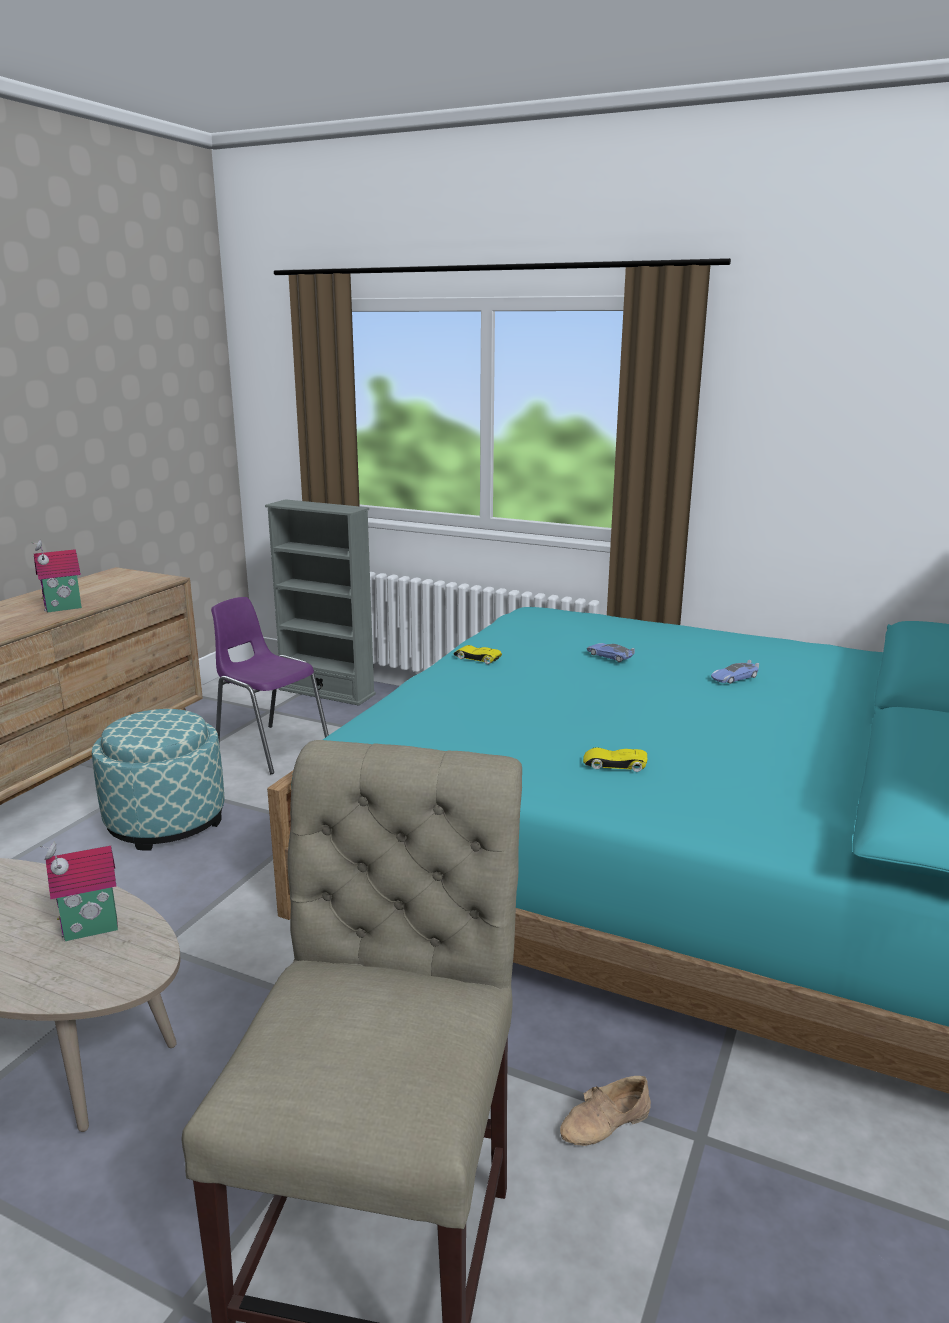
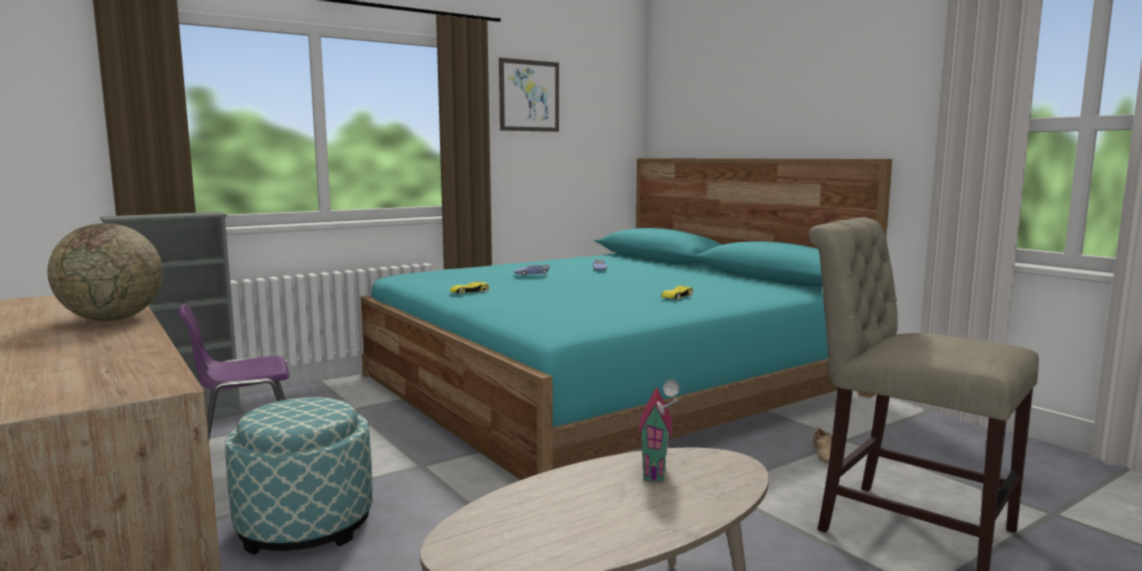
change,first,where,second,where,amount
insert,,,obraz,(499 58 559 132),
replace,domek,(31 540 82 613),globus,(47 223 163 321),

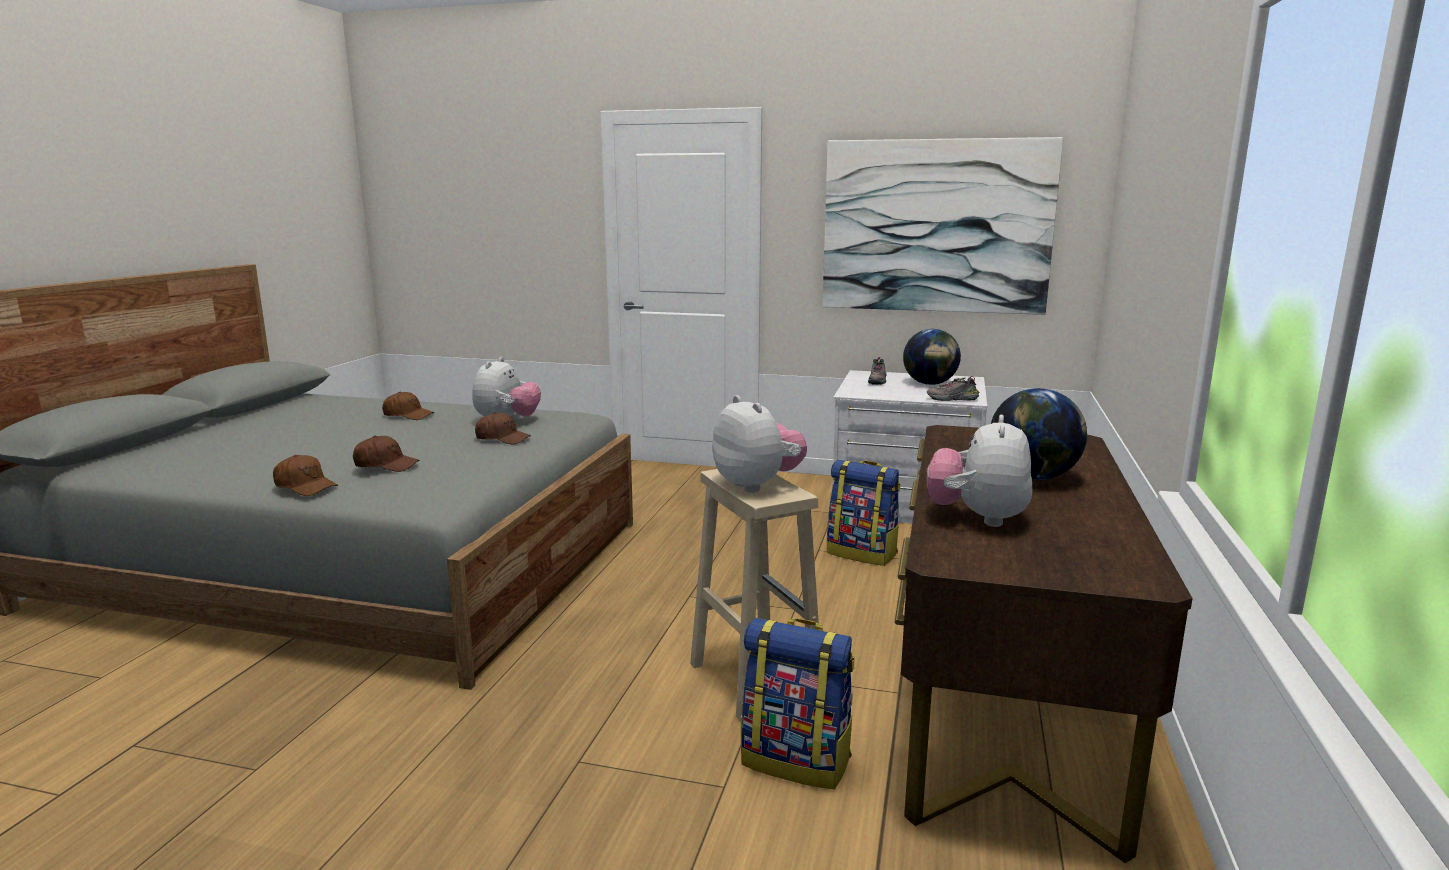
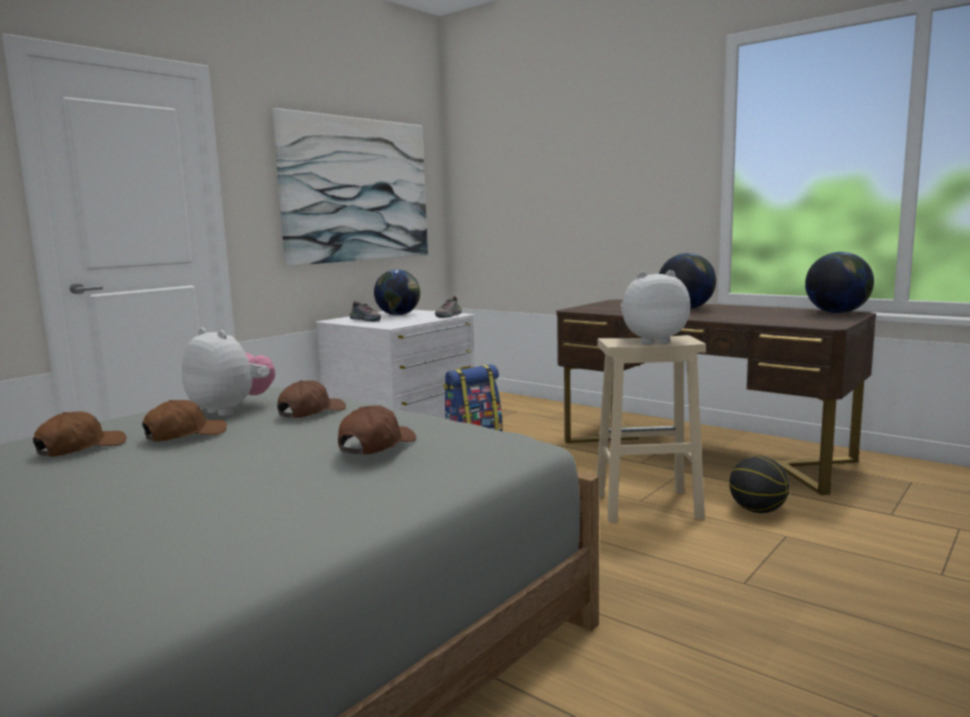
change,first,where,second,where,amount
delete,pluszak,(927 415 1032 527),,,
insert,,,globus,(805 252 874 313),
move,czapka z daszkiem/brązowy,(273 455 338 496),,(142 400 227 441),
replace,plecak,(741 618 854 789),piłka do koszykówki,(729 456 790 513),

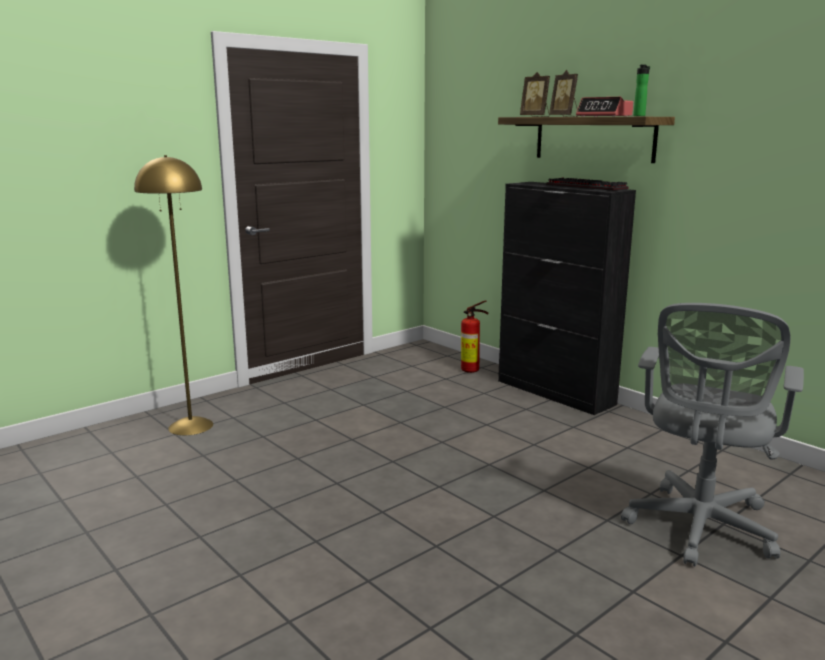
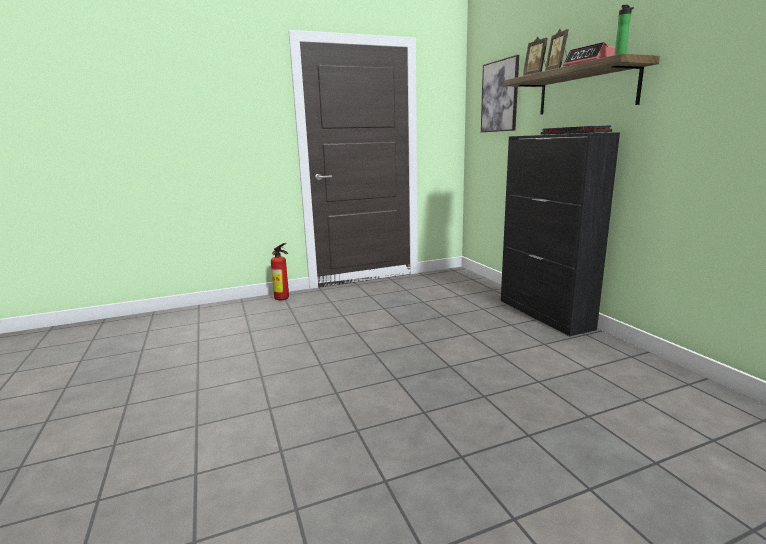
change,first,where,second,where,amount
delete,lampa stojąca/żółty,(134 155 213 435),,,
delete,krzesło biurowe/szary,(621 303 804 566),,,
insert,,,obraz,(481 55 519 132),
move,gaśnica,(461 300 489 373),,(271 243 289 300),

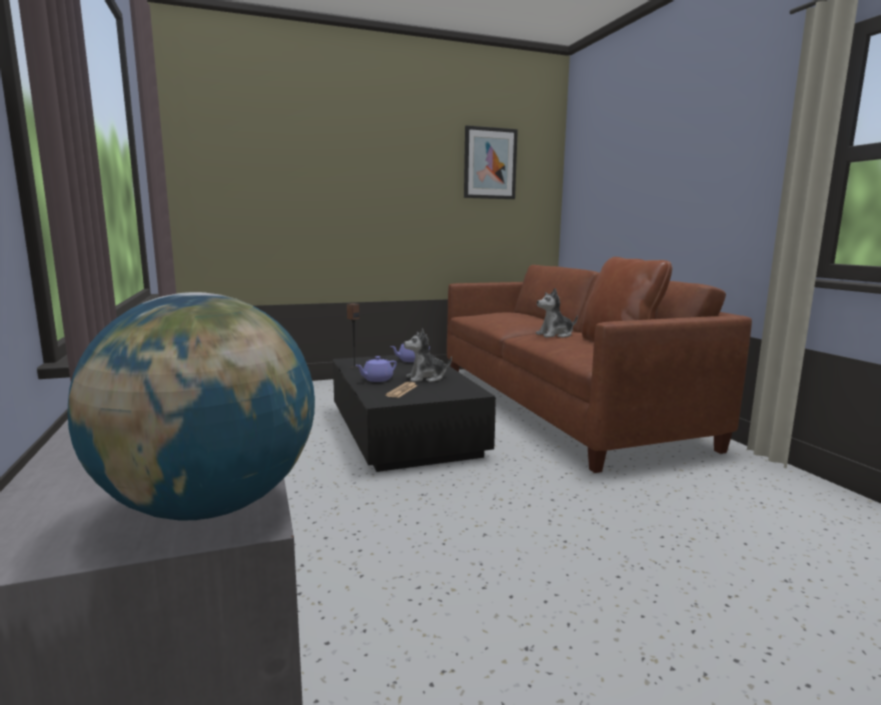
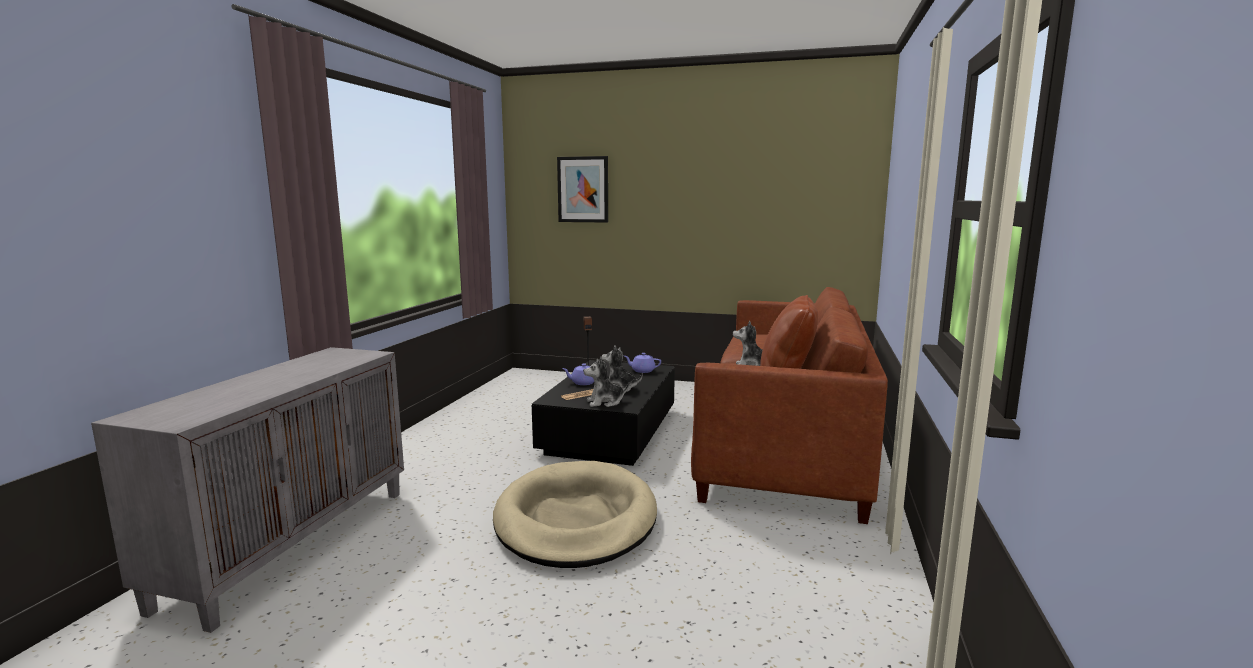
change,first,where,second,where,amount
delete,globus,(68 292 315 521),,,
insert,,,legowisko/beżowy,(493 461 657 568),
insert,,,pluszak,(583 357 629 407),
move,obraz,(464 125 518 199),,(557 156 608 223),

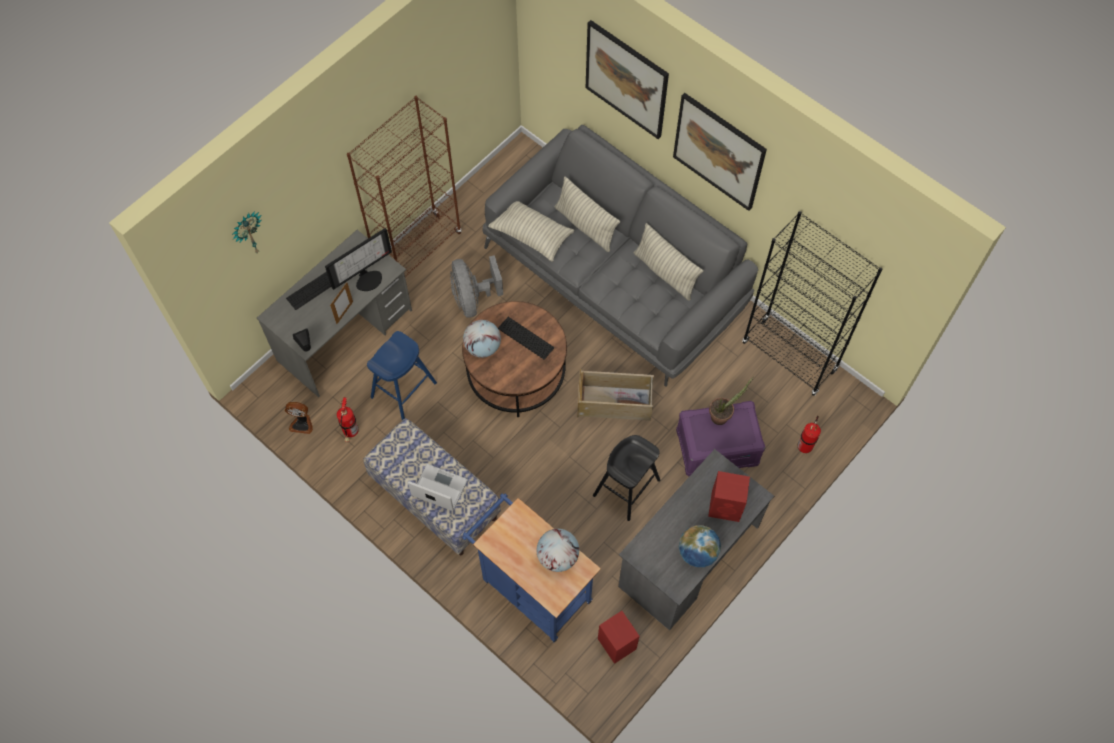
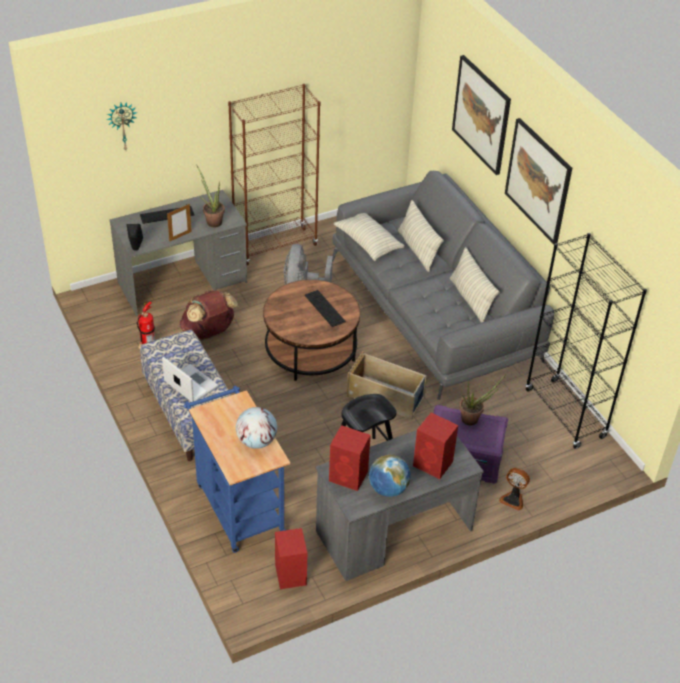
change,first,where,second,where,amount
delete,globus,(463 320 501 358),,,
delete,gaśnica,(798 416 821 453),,,
insert,,,głośnik/czerwony,(329 425 371 491),
move,wentylator,(285 402 313 434),,(499 468 530 511),
replace,monitor,(325 228 392 291),roślina doniczkowa,(196 165 225 227),
replace,stołek/niebieski,(367 331 437 420),plecak/brązowy,(180 290 238 340),

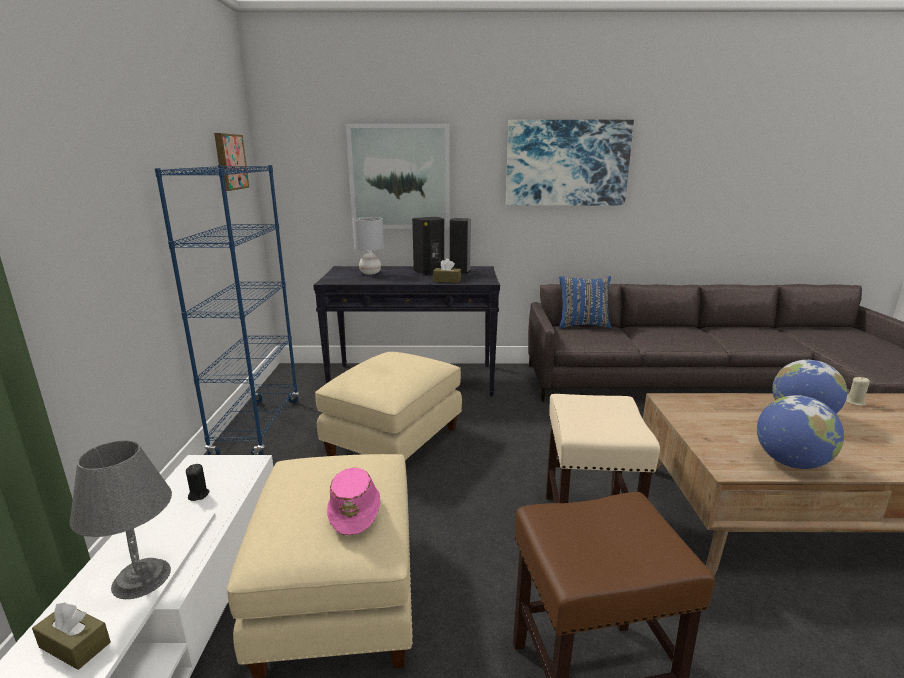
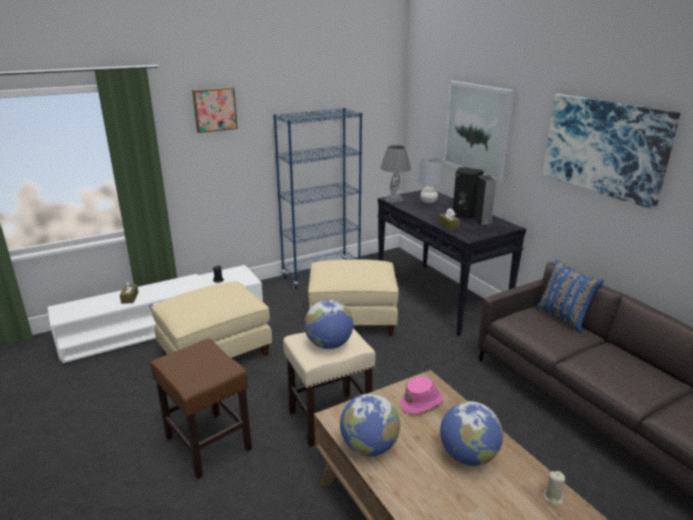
change,first,where,second,where,amount
insert,,,globus,(304 300 353 349),
move,lampa stołowa/szary,(70 440 172 599),,(380 145 411 202),
move,obraz,(214 133 249 191),,(192 87 238 133),
move,kapelusz/różowy,(327 468 380 535),,(400 377 444 414),

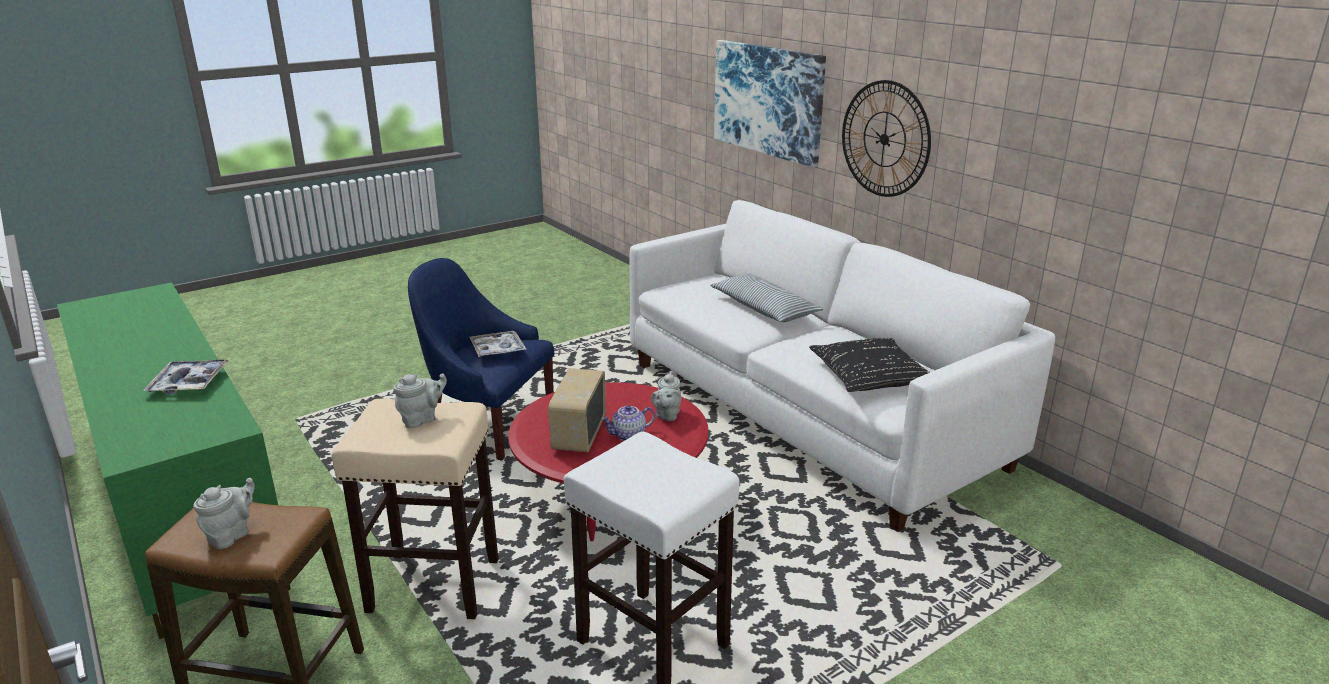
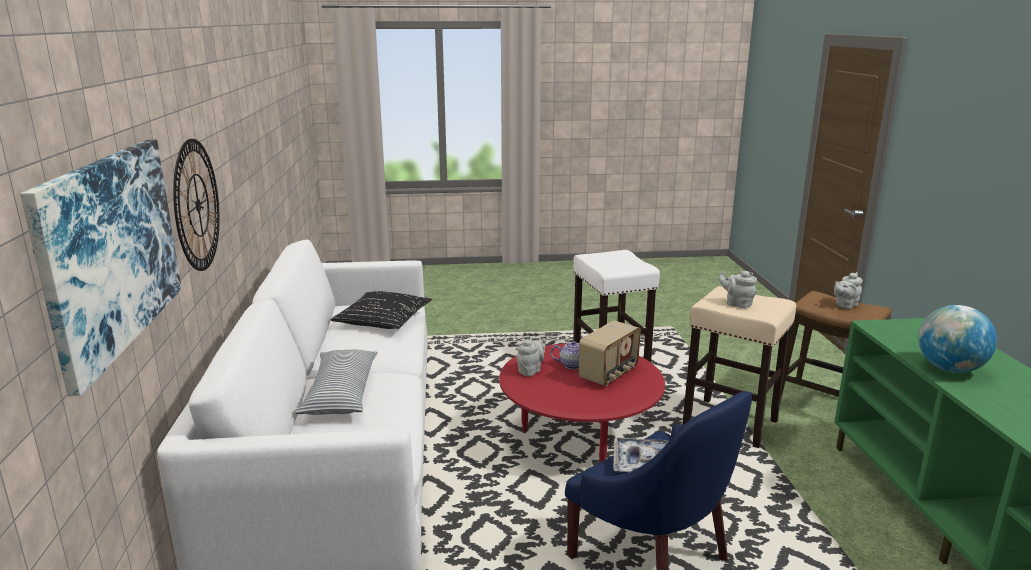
change,first,where,second,where,amount
replace,taca,(143 359 230 394),globus,(918 305 997 373),
rotate,imbryk/szary,(393 374 447 428),,(718 271 757 308),45 degrees clockwise

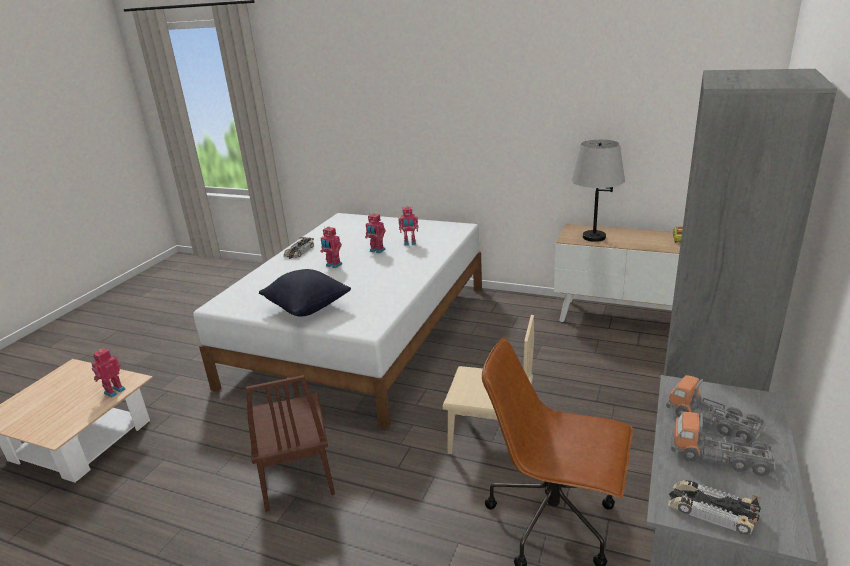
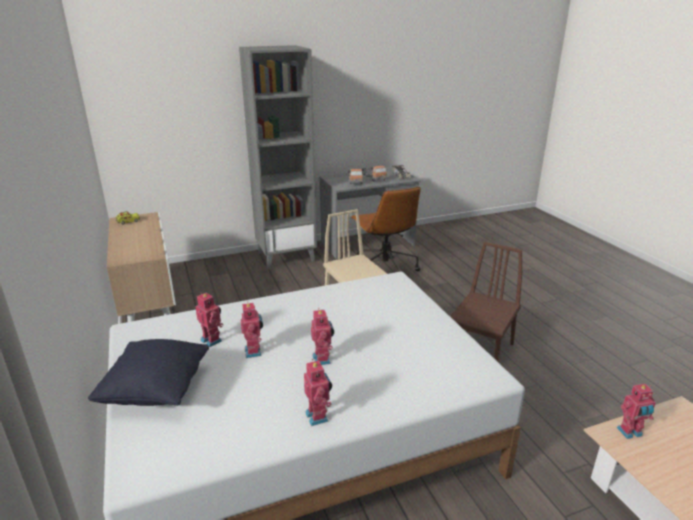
change,first,where,second,where,amount
delete,lampa stołowa/szary,(571 139 625 242),,,
move,poduszka/czarny,(259 269 351 317),,(88 339 209 406),
replace,samochodzik,(283 237 314 259),robot zabawkowy,(304 359 332 426),

